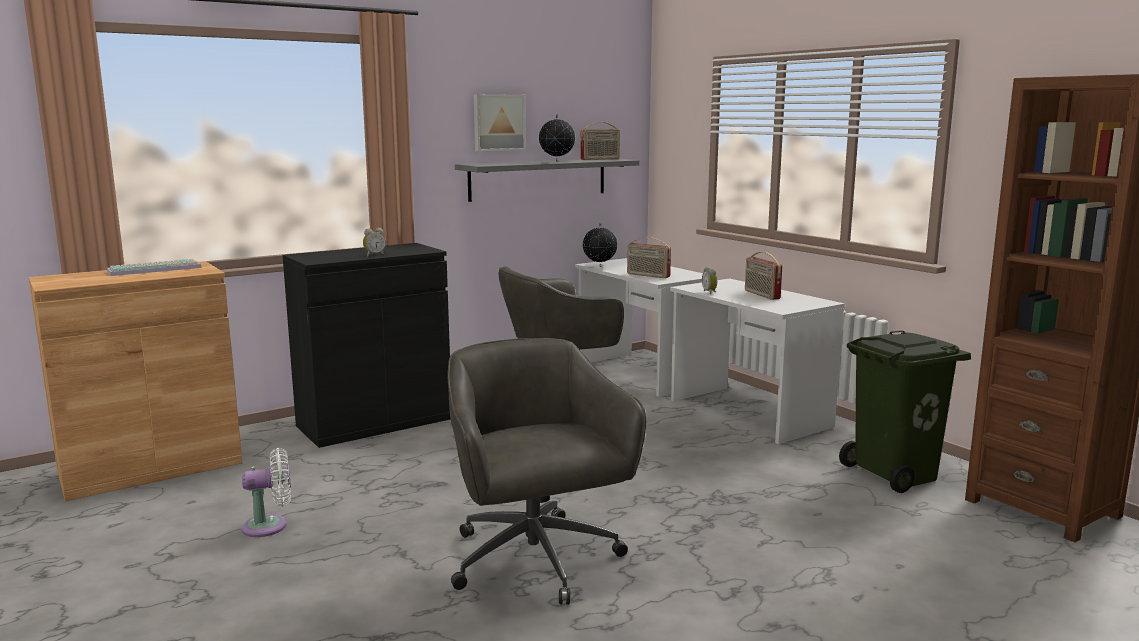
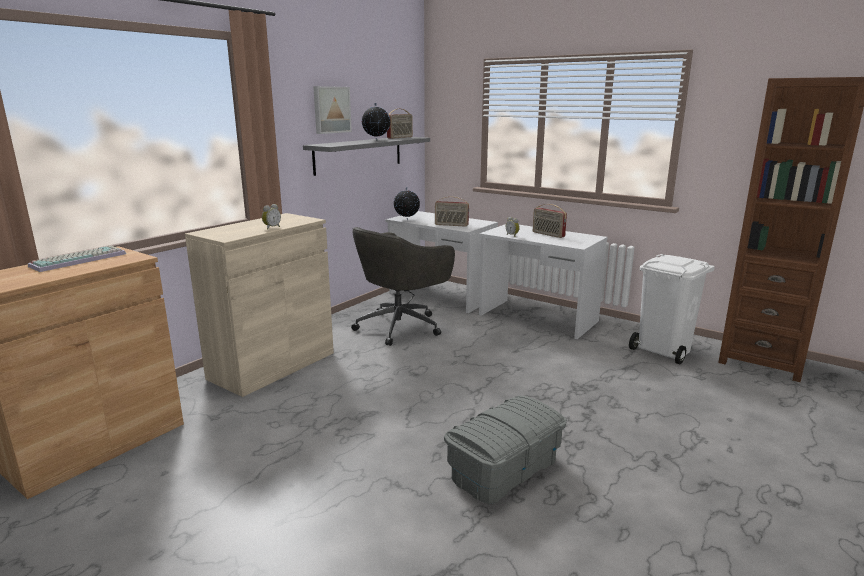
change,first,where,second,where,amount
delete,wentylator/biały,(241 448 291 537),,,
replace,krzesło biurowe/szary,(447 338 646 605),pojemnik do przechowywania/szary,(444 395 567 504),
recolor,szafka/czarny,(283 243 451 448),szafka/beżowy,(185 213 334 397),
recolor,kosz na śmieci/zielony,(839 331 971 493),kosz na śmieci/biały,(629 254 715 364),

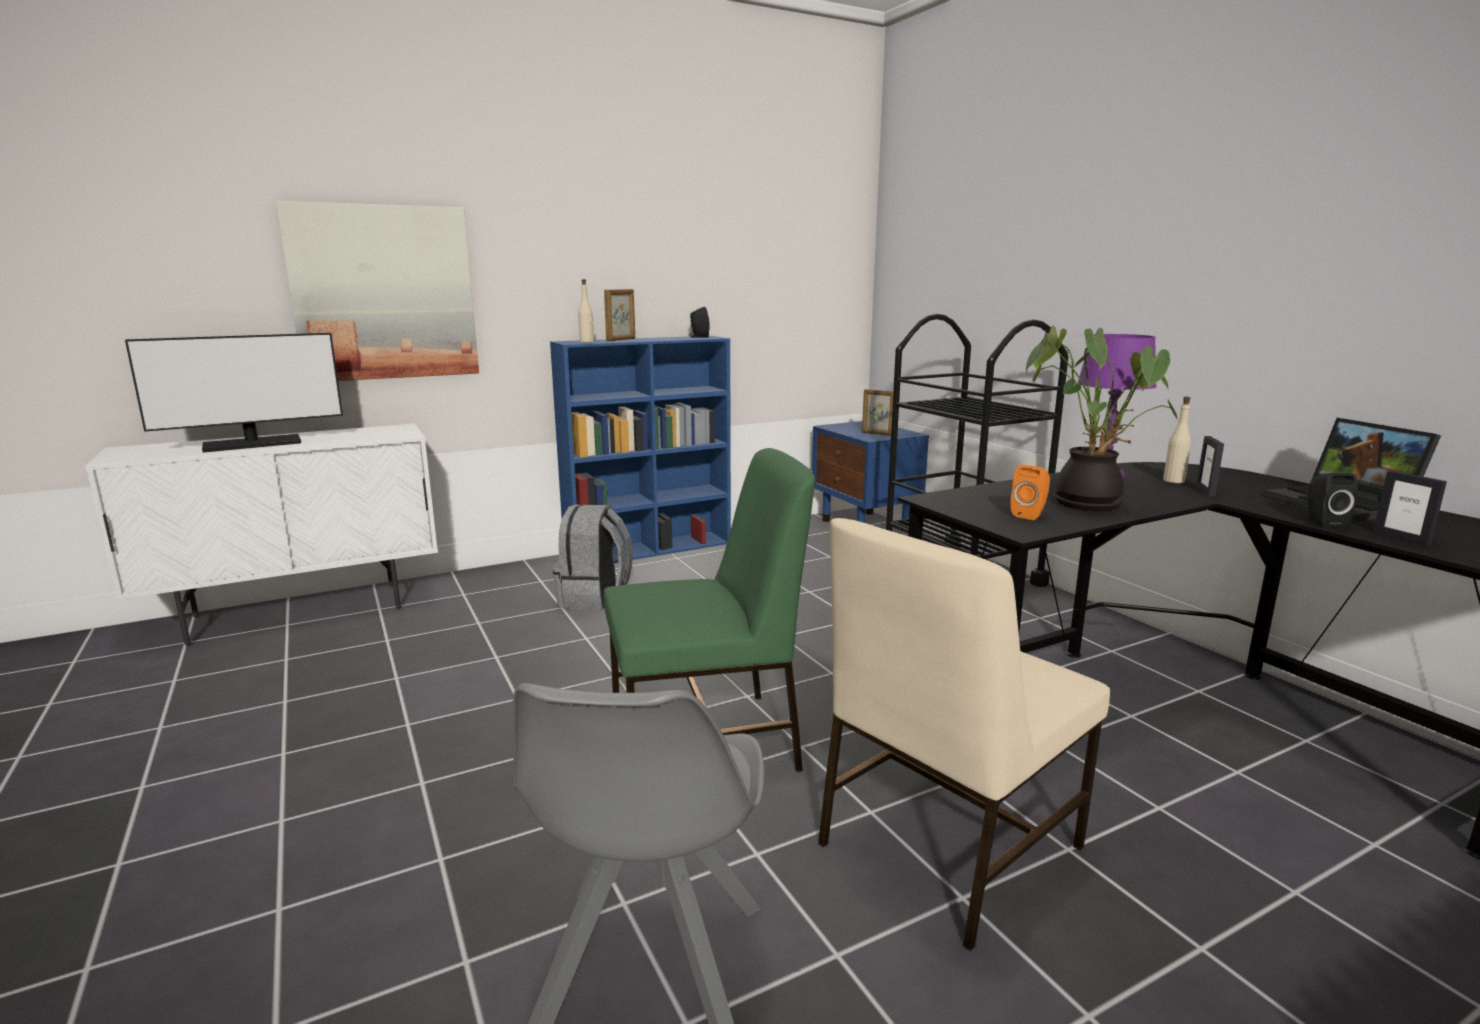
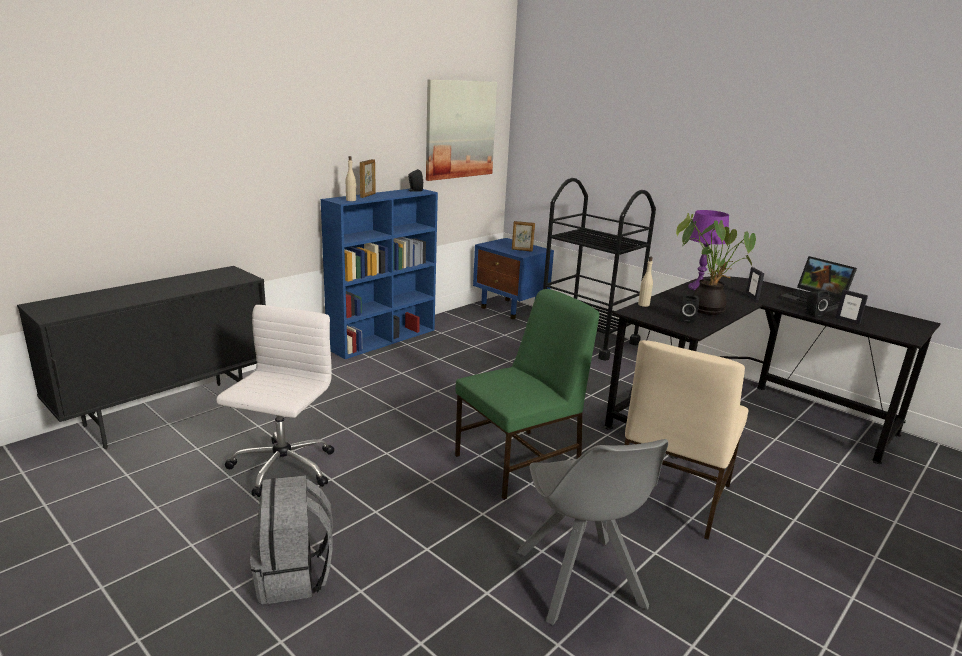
change,first,where,second,where,amount
delete,monitor,(125 333 343 453),,,
insert,,,krzesło biurowe/biały,(216 305 334 497),
move,obraz,(276 201 479 381),,(426 79 497 181),
move,plecak/szary,(552 504 633 610),,(250 475 333 604),
move,butelka/beżowy,(1163 397 1191 483),,(638 257 653 307),
recolor,szafka/biały,(85 424 438 646),szafka/czarny,(17 266 266 449),
recolor,głośnik/pomarańczowy,(1010 465 1050 520),głośnik/czarny,(680 294 699 323),

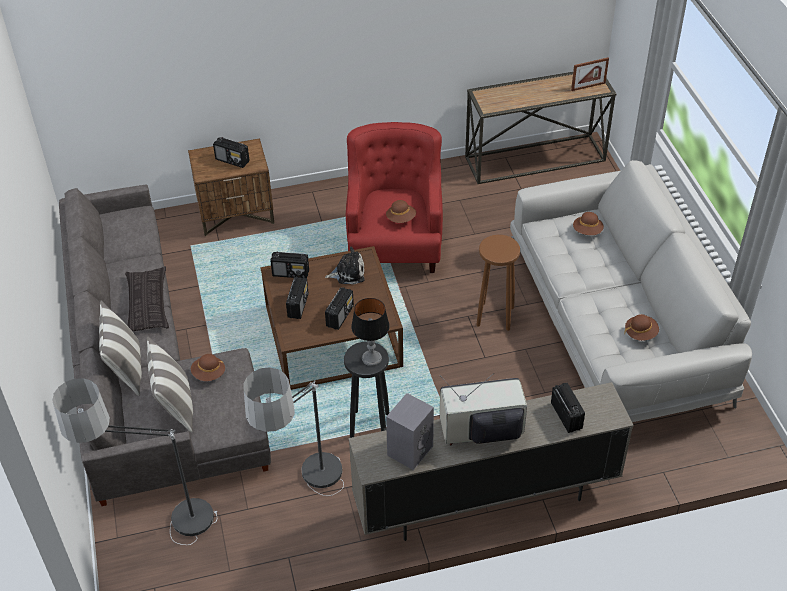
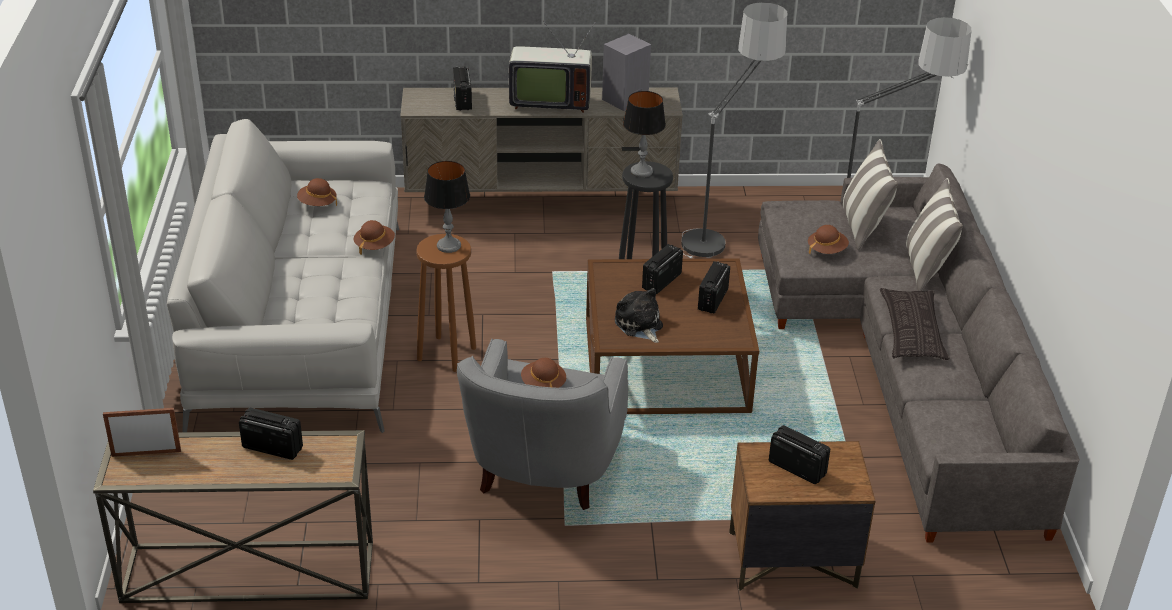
change,first,where,second,where,amount
insert,,,lampa stołowa,(424 161 470 253),
move,radio,(270 251 309 278),,(239 408 303 460),
move,kapelusz/brązowy,(573 212 604 235),,(354 220 395 254),
recolor,fotel/czerwony,(346 122 443 273),fotel/szary,(457 339 628 510),
rotate,pluszak,(325 247 365 284),,(615 288 663 343),60 degrees clockwise

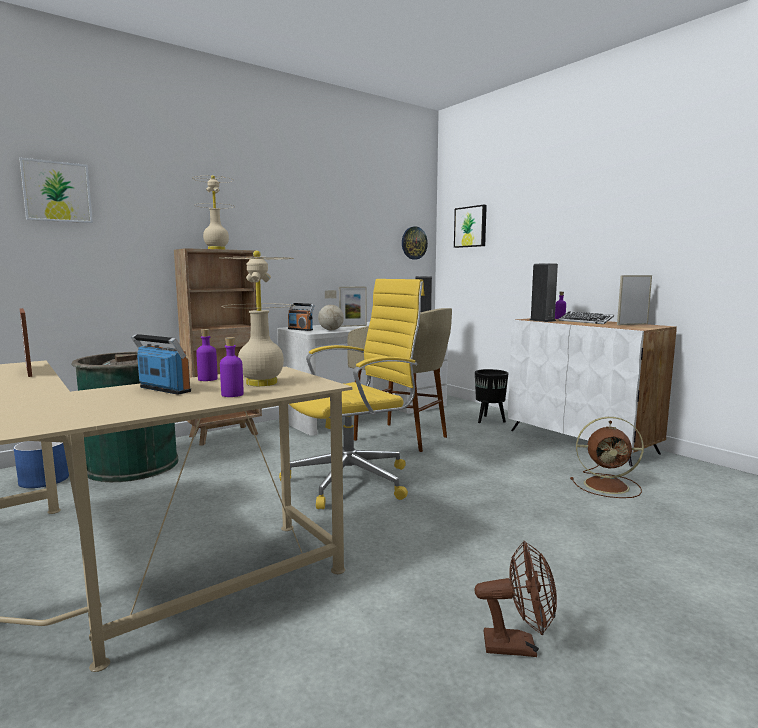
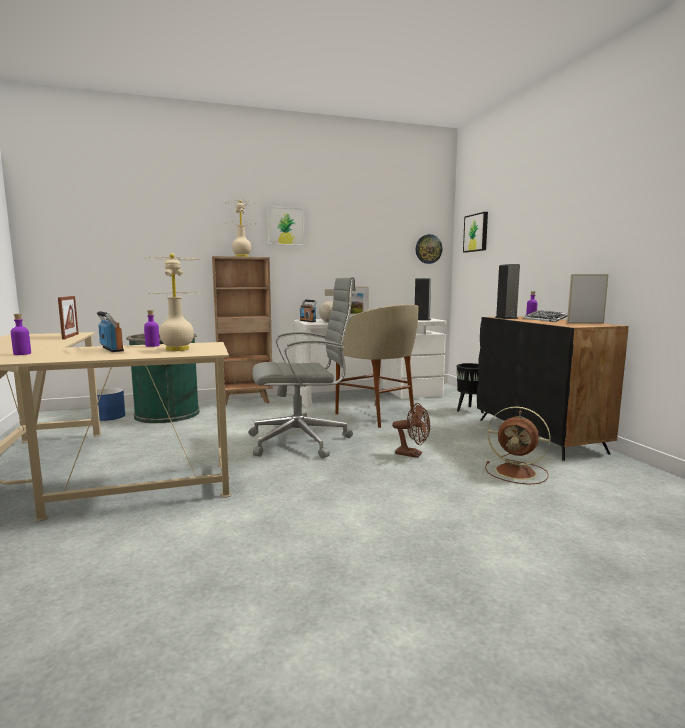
change,first,where,second,where,amount
move,obraz,(19 158 93 223),,(267 206 305 246),
move,butelka/fioletowy,(220 337 244 397),,(11 314 31 355),
move,wentylator/brązowy,(474 541 557 657),,(392 403 430 458),
recolor,krzesło biurowe/żółty,(279 279 425 509),krzesło biurowe/szary,(249 277 356 458),
recolor,szafka/biały,(508 318 677 466),szafka/czarny,(477 316 629 461),

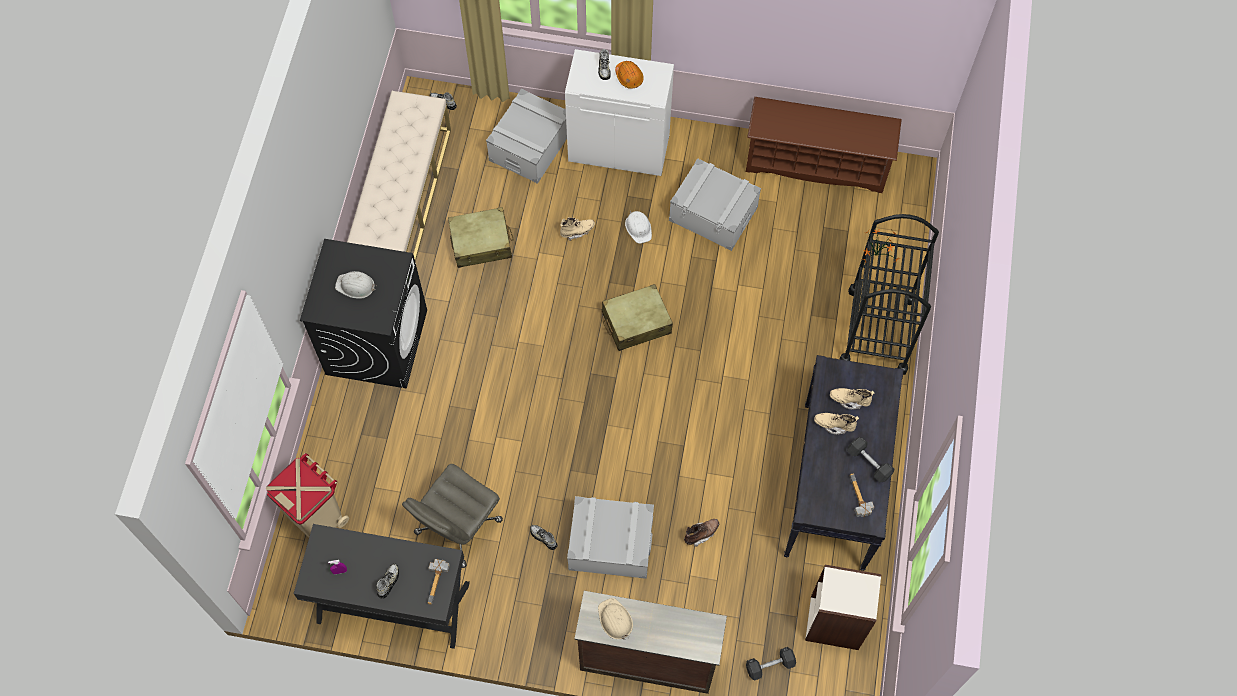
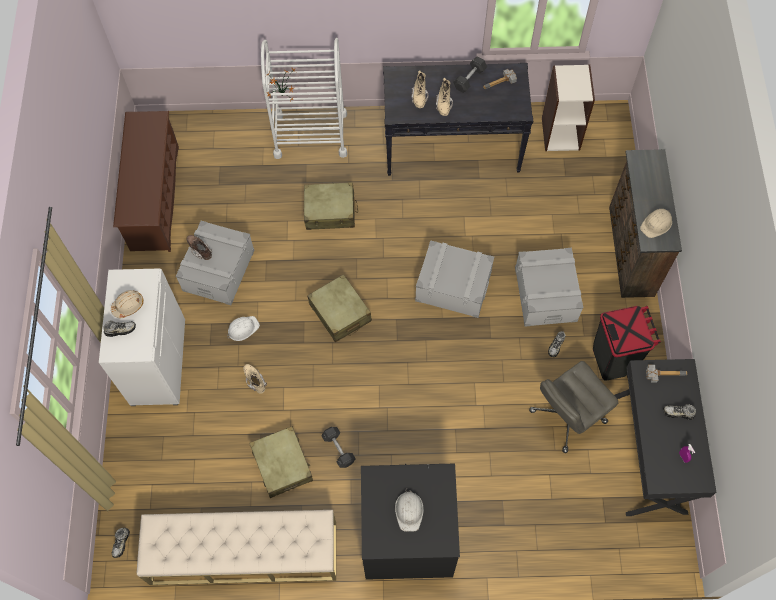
change,first,where,second,where,amount
delete,kosz na śmieci/beżowy,(266 453 349 537),,,
insert,,,walizka/beżowy,(304 182 358 230),
insert,,,kosz na śmieci/czarny,(593 306 661 381),
move,pojemnik do przechowywania/szary,(486 89 567 184),,(415 240 494 318),
move,but z cholewką/brązowy,(684 519 719 547),,(187 235 213 260),
move,hantel/szary,(746 647 796 681),,(322 427 356 468),
recolor,kask/pomarańczowy,(615 61 644 89),kask/beżowy,(111 290 144 318),
recolor,wózek/czarny,(840 214 939 375),wózek/biały,(261 38 347 159),
rotate,krzesło biurowe/szary,(402 464 503 568),,(529 361 618 453),120 degrees clockwise

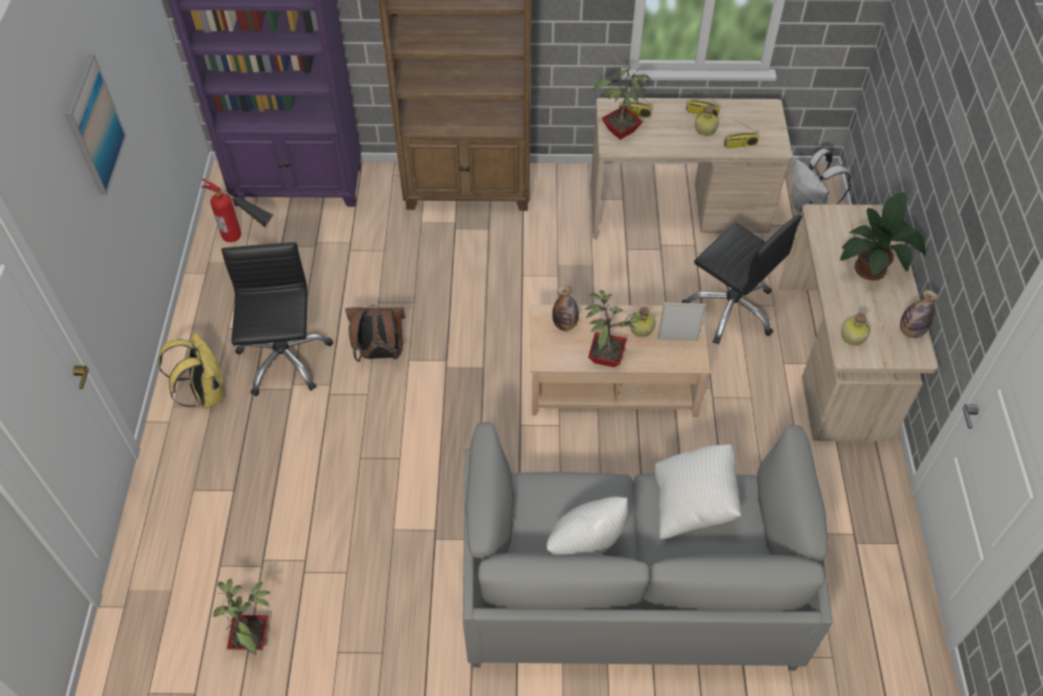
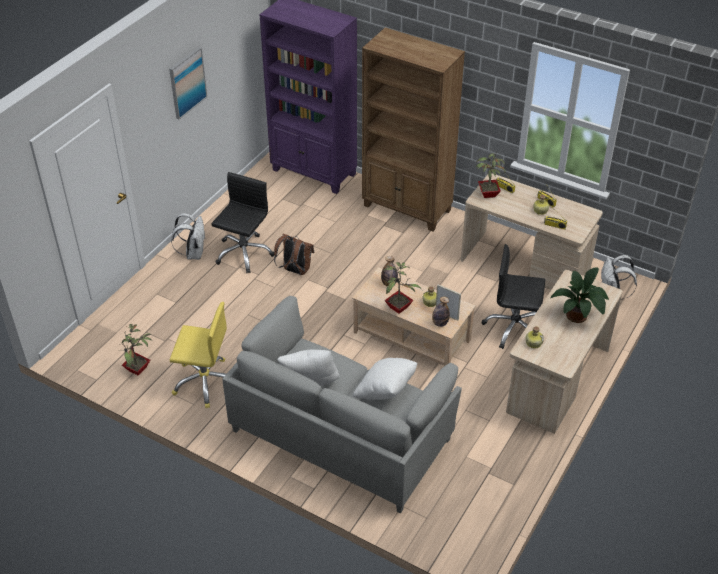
change,first,where,second,where,amount
delete,gaśnica,(202 178 273 242),,,
insert,,,krzesło biurowe/żółty,(170 302 227 408),
move,butelka,(900 290 938 338),,(432 297 450 327),
recolor,plecak/żółty,(159 333 223 409),plecak/biały,(171 213 206 260),
rotate,krzesło biurowe/czarny,(682 215 802 345),,(482 244 545 349),120 degrees clockwise

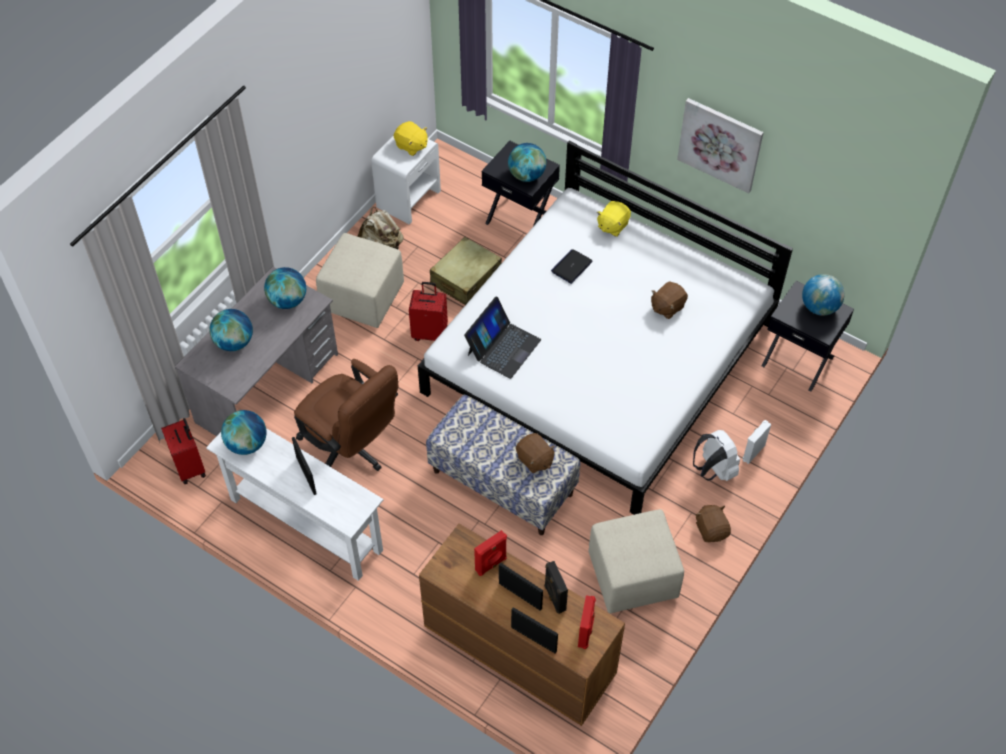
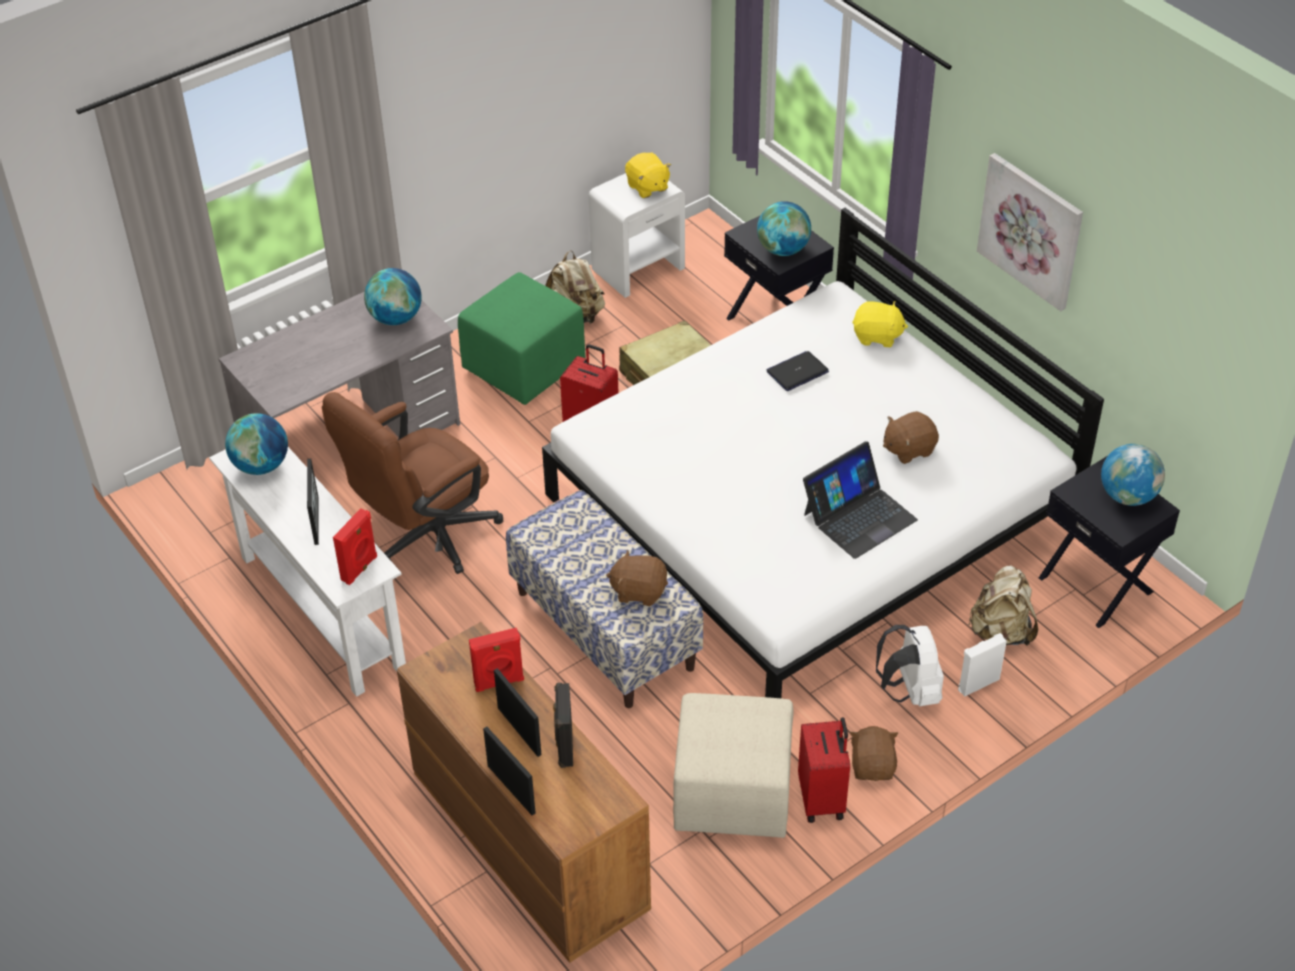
change,first,where,second,where,amount
delete,globus,(210 309 253 351),,,
insert,,,plecak/beżowy,(968 566 1038 646),
move,walizka/czerwony,(161 418 206 484),,(798 717 850 823),
move,laptop,(464 297 541 379),,(803 441 918 559),
move,głośnik/czerwony,(578 595 596 649),,(333 509 377 585),
recolor,pufa/beżowy,(316 233 404 328),pufa/zielony,(458 272 585 405),
rotate,krzesło biurowe/brązowy,(294 359 398 471),,(322 392 503 574),75 degrees clockwise
rotate,pluszak/brązowy,(516 433 555 473),,(606 550 668 606),120 degrees clockwise
rotate,pluszak/żółty,(597 201 631 237),,(852 301 908 347),135 degrees counterclockwise

